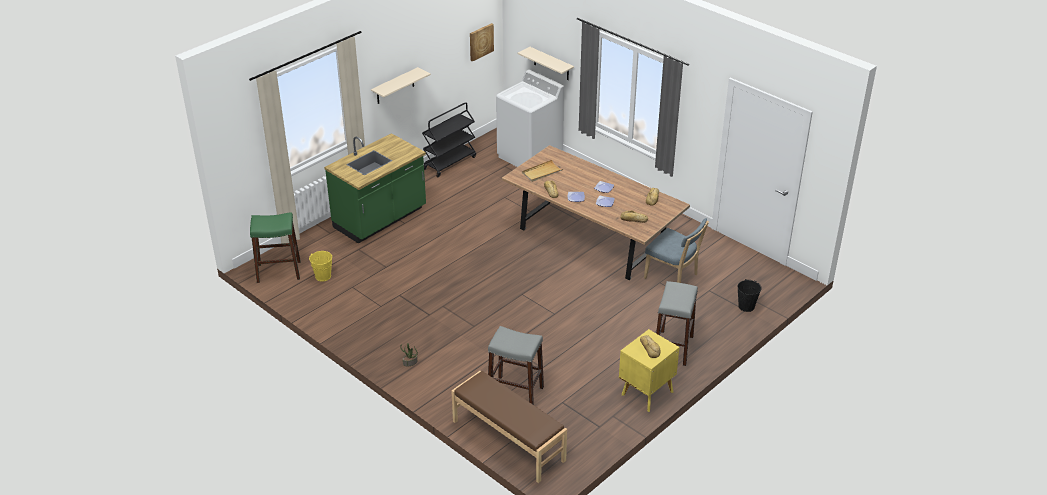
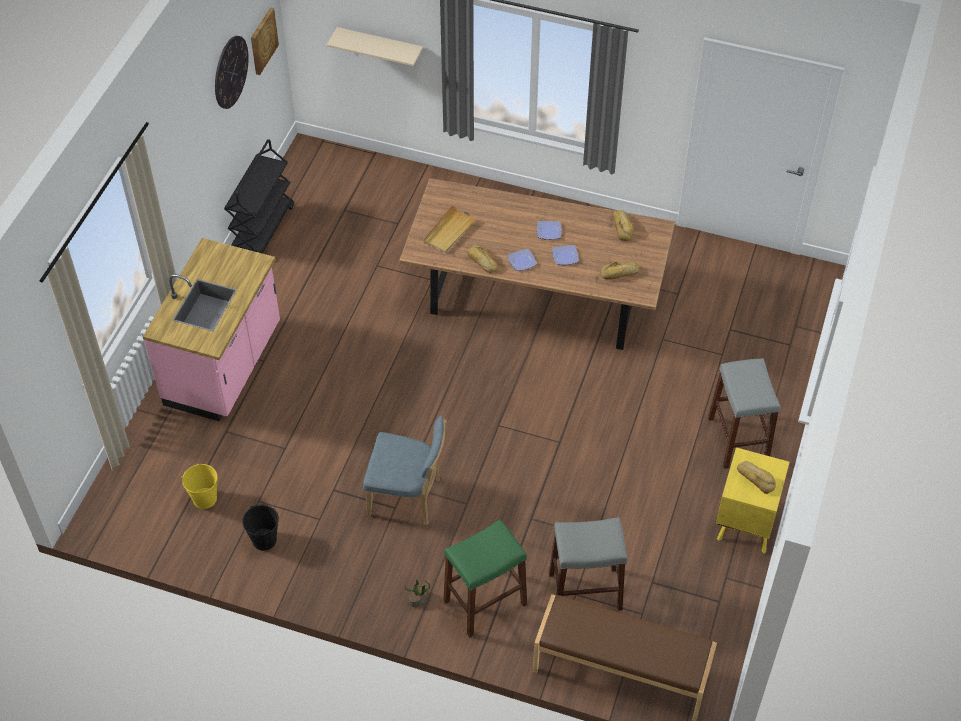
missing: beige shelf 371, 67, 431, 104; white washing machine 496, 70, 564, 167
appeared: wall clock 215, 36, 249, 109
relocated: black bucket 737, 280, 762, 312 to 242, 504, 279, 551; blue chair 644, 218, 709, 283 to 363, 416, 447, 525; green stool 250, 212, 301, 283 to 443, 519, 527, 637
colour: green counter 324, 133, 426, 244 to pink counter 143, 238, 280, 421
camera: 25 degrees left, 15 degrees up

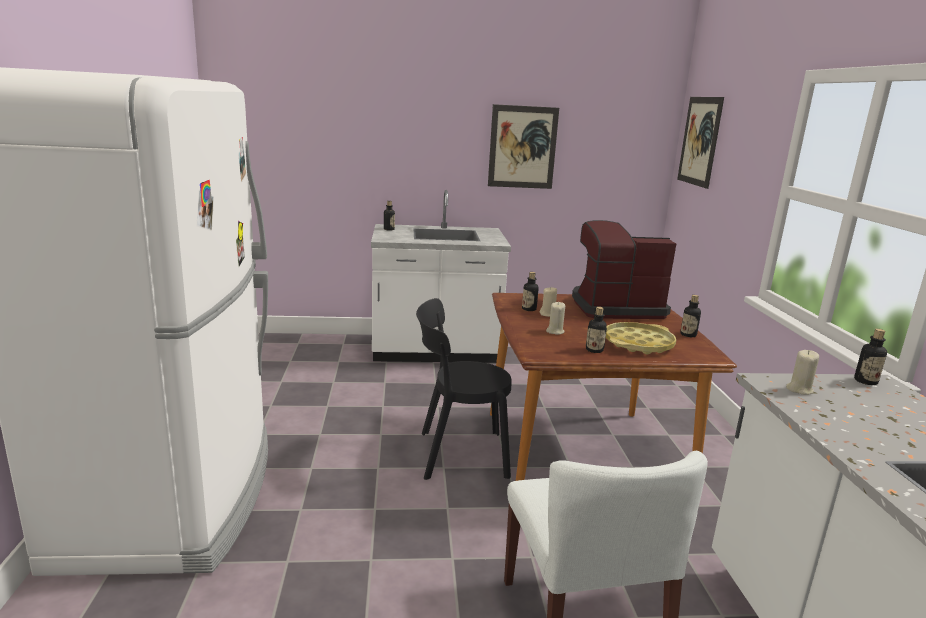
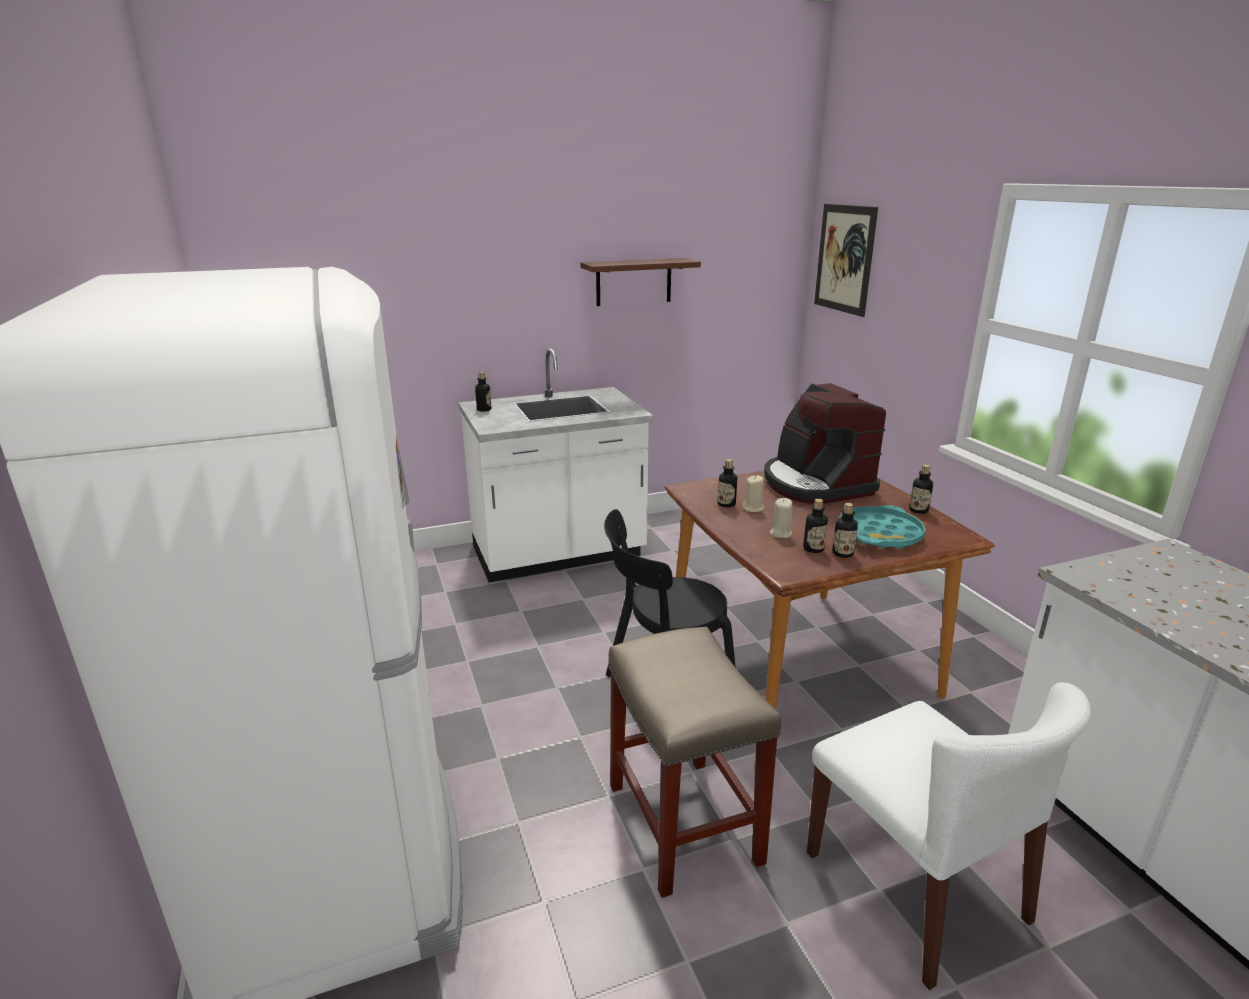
missing: beige candle 786, 350, 819, 395
appeared: beige stool 608, 627, 781, 898
relocated: bottle 854, 329, 887, 385 to 803, 499, 828, 553
exchanged: picture 488, 104, 559, 189 to brown shelf 581, 258, 701, 306
colour: yellow tray 606, 322, 677, 354 to turquoise tray 839, 505, 926, 549
spun: coffee machine 572, 220, 676, 319 = 764, 383, 886, 504 90 degrees counterclockwise
camera: 15 degrees left, 5 degrees up

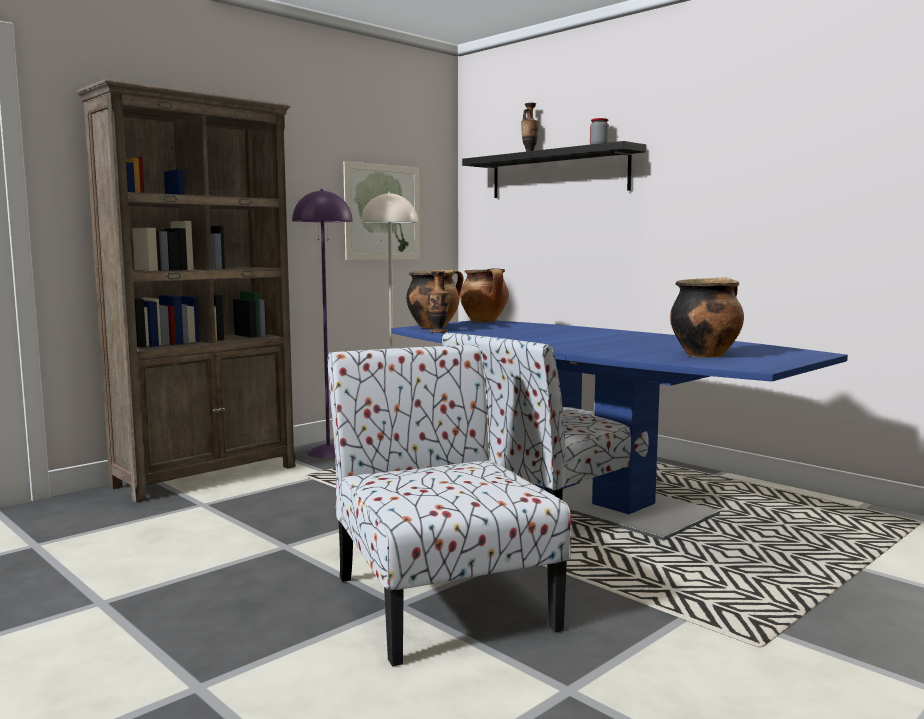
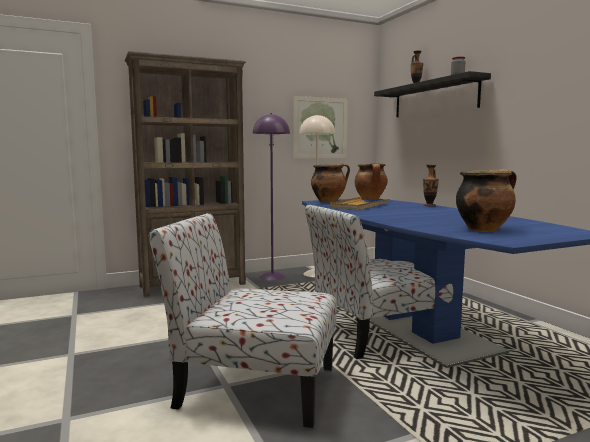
appeared: beige tray 330, 197, 390, 210
relocated: vase 427, 271, 449, 333 to 423, 164, 439, 206
spun: chair 328, 345, 572, 666 = 149, 213, 337, 428 75 degrees counterclockwise
camera: 20 degrees right, 0 degrees up

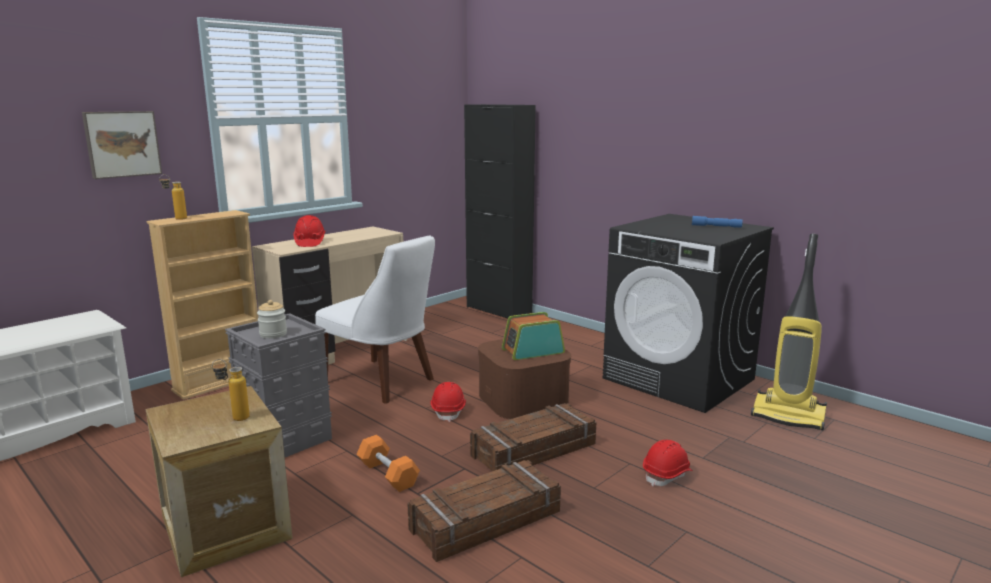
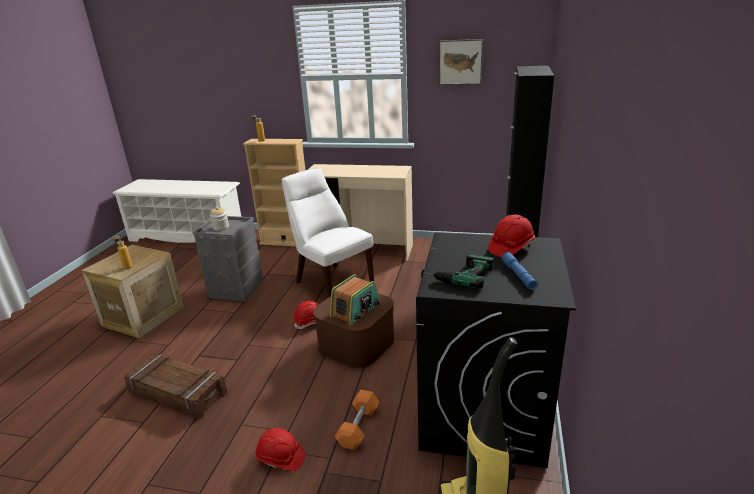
missing: crate 470, 403, 596, 471
appeared: power drill 423, 254, 493, 288
relocated: orange dumbbell 357, 435, 420, 492 to 335, 390, 379, 450; picture 82, 111, 162, 179 to 439, 39, 483, 85; red hard hat 293, 215, 325, 247 to 488, 215, 535, 257
spun: white chair 315, 236, 435, 404 = 282, 168, 374, 298 135 degrees clockwise; radio 502, 312, 565, 360 = 330, 274, 380, 325 90 degrees clockwise
camera: 60 degrees right, 10 degrees up

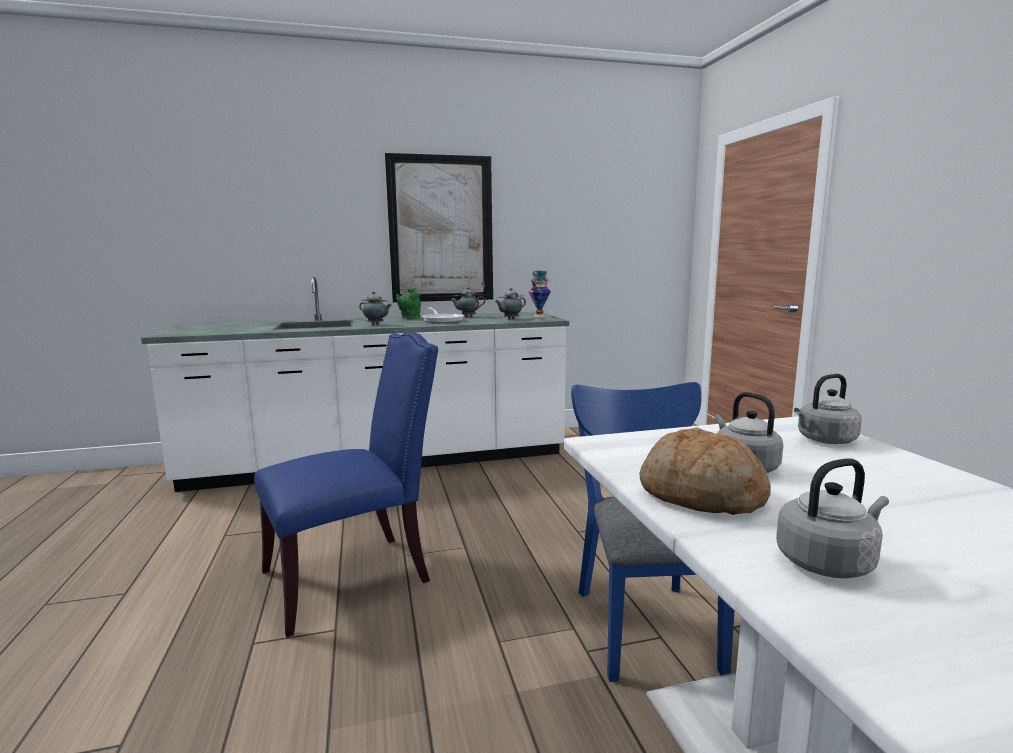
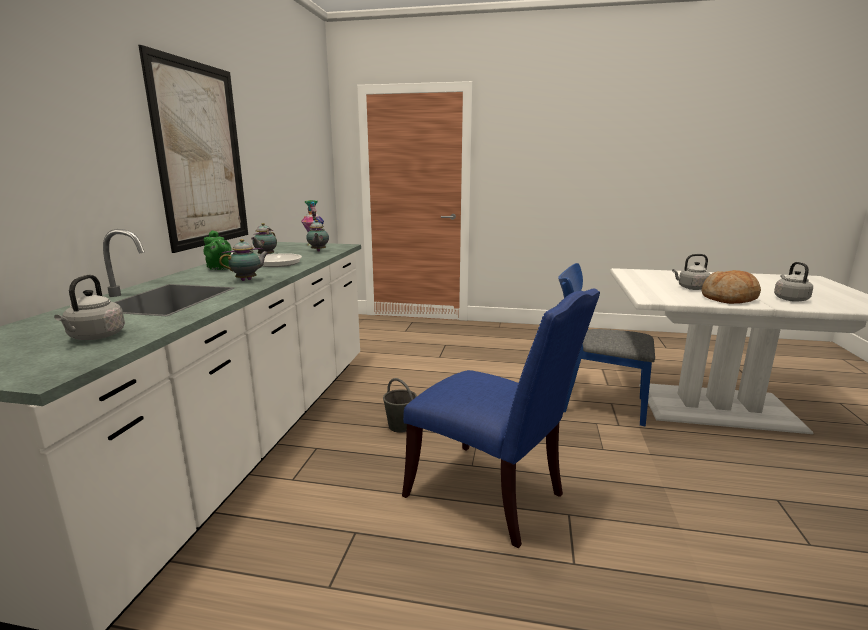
appeared: grey bucket 383, 378, 417, 433
relocated: grey kettle 794, 374, 862, 444 to 54, 275, 125, 340
spun: blue chair 254, 332, 438, 637 = 402, 289, 600, 548 135 degrees clockwise
camera: 65 degrees left, 5 degrees up

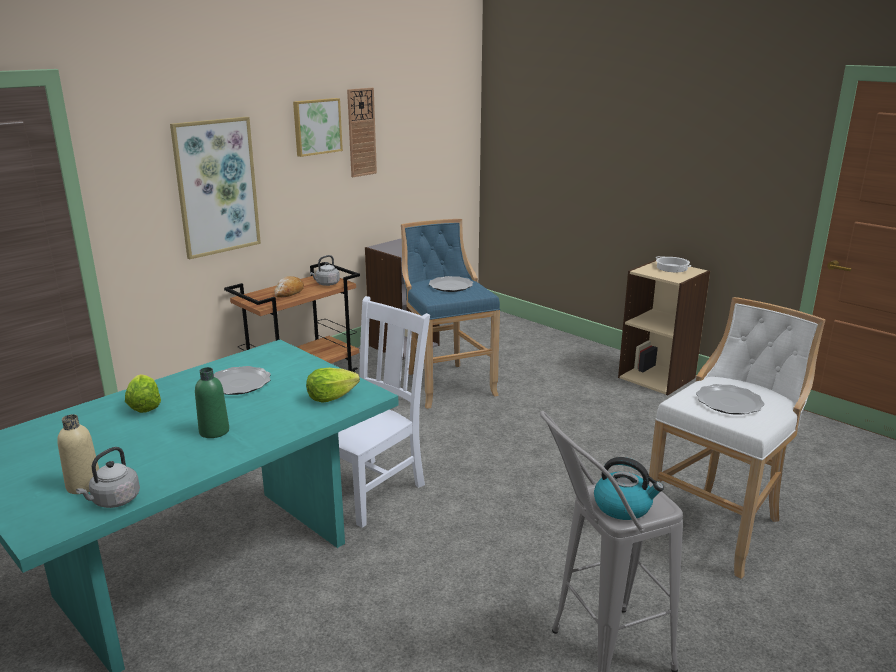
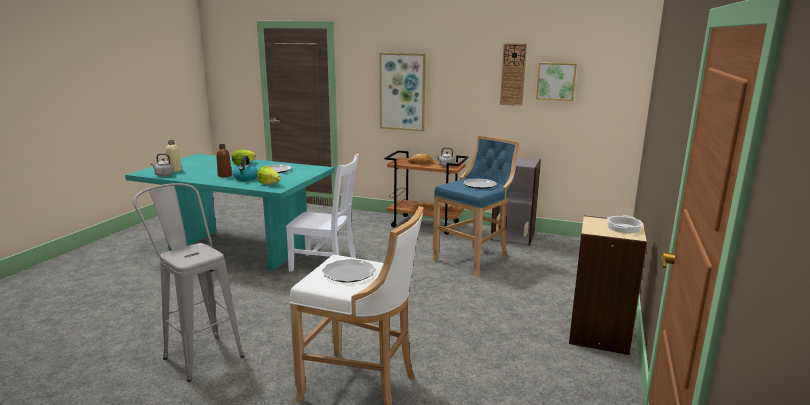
relocated: kettle 594, 457, 664, 520 to 233, 156, 258, 181; picture 293, 98, 343, 157 to 536, 63, 577, 101
colour: green bottle 195, 367, 229, 438 to brown bottle 216, 144, 232, 177
camera: 65 degrees right, 5 degrees down

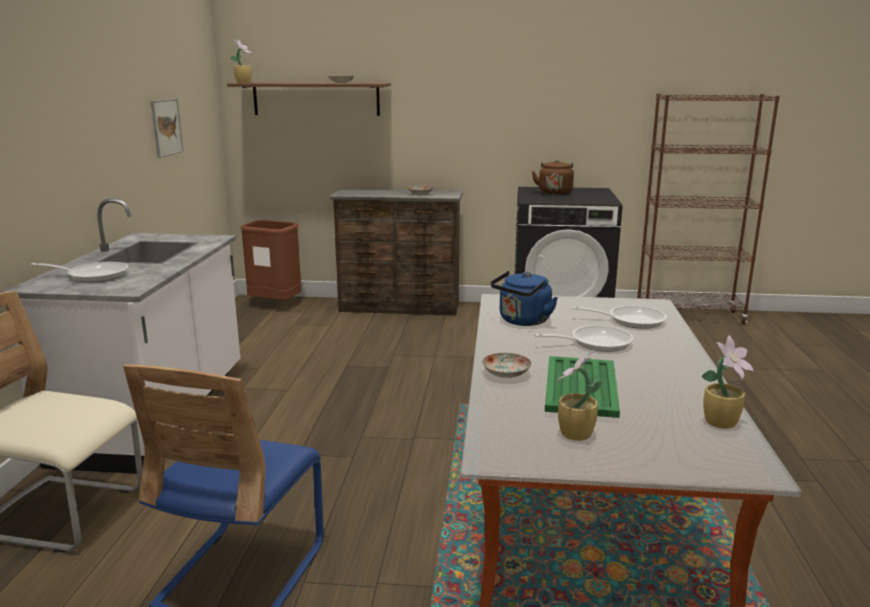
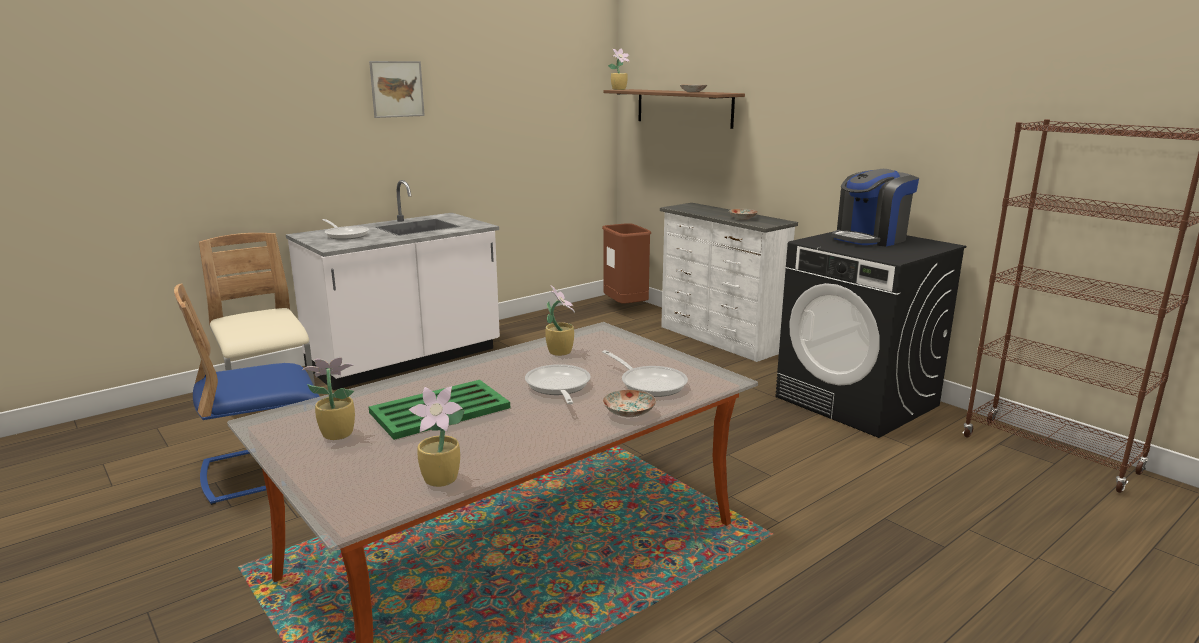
relocated: picture 151, 98, 184, 158 to 369, 61, 425, 118; plate 482, 353, 531, 378 to 603, 390, 656, 417
exchanged: blue kettle 491, 271, 558, 326 to potted plant 545, 285, 575, 356; brown kettle 532, 160, 574, 195 to coffee machine 832, 169, 919, 247
colour: brown dresser 330, 189, 463, 316 to white dresser 660, 203, 798, 362
spun: frying pan 535, 325, 633, 352 = 525, 364, 591, 404 135 degrees counterclockwise
camera: 45 degrees right, 0 degrees up

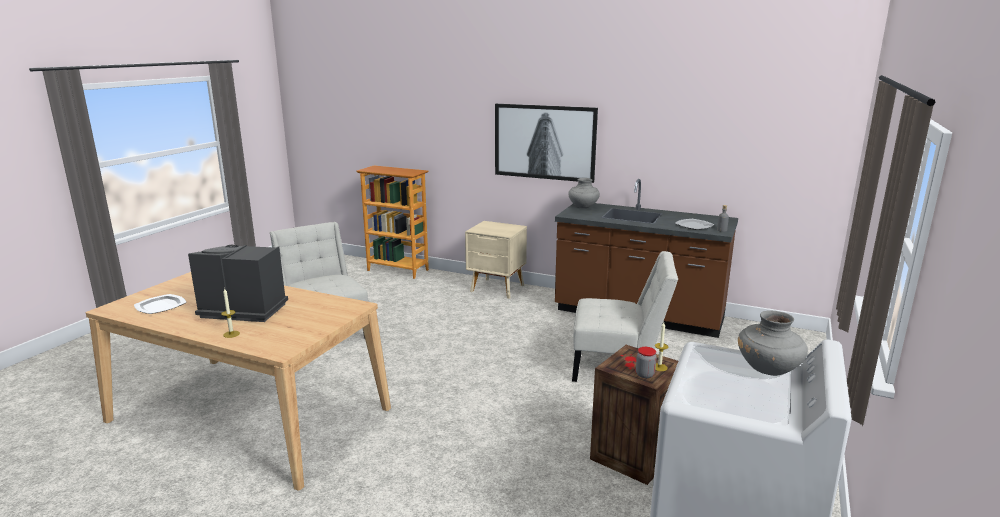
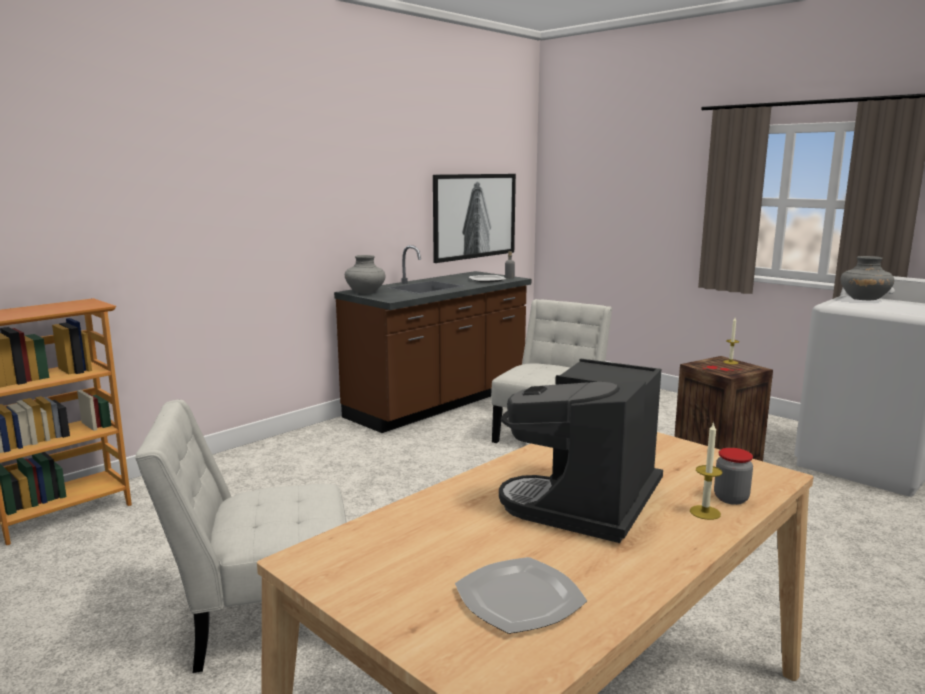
missing: beige nightstand 465, 221, 527, 299
relocated: picture 495, 104, 598, 183 to 433, 174, 516, 263; jar 636, 347, 656, 378 to 714, 448, 753, 505
camera: 70 degrees left, 5 degrees down

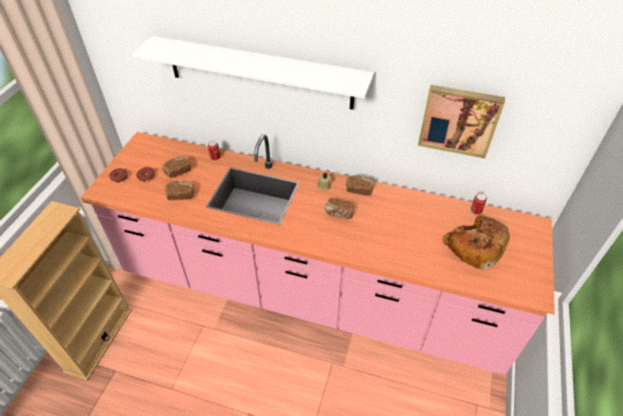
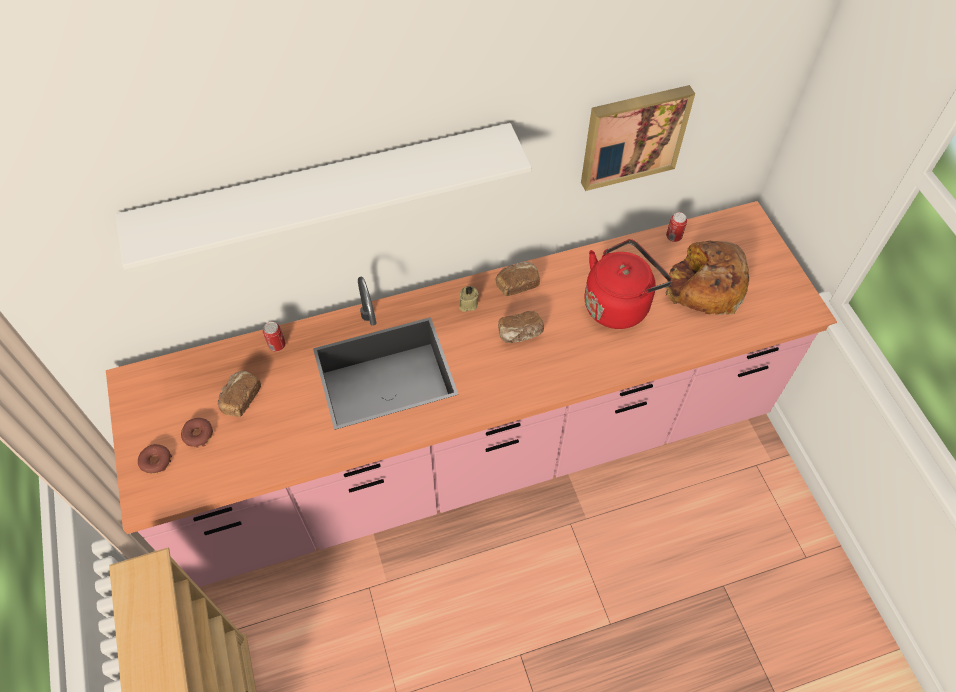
missing: bread 165, 181, 194, 200
appeared: red kettle 584, 239, 672, 329
camera: 35 degrees left, 10 degrees up

